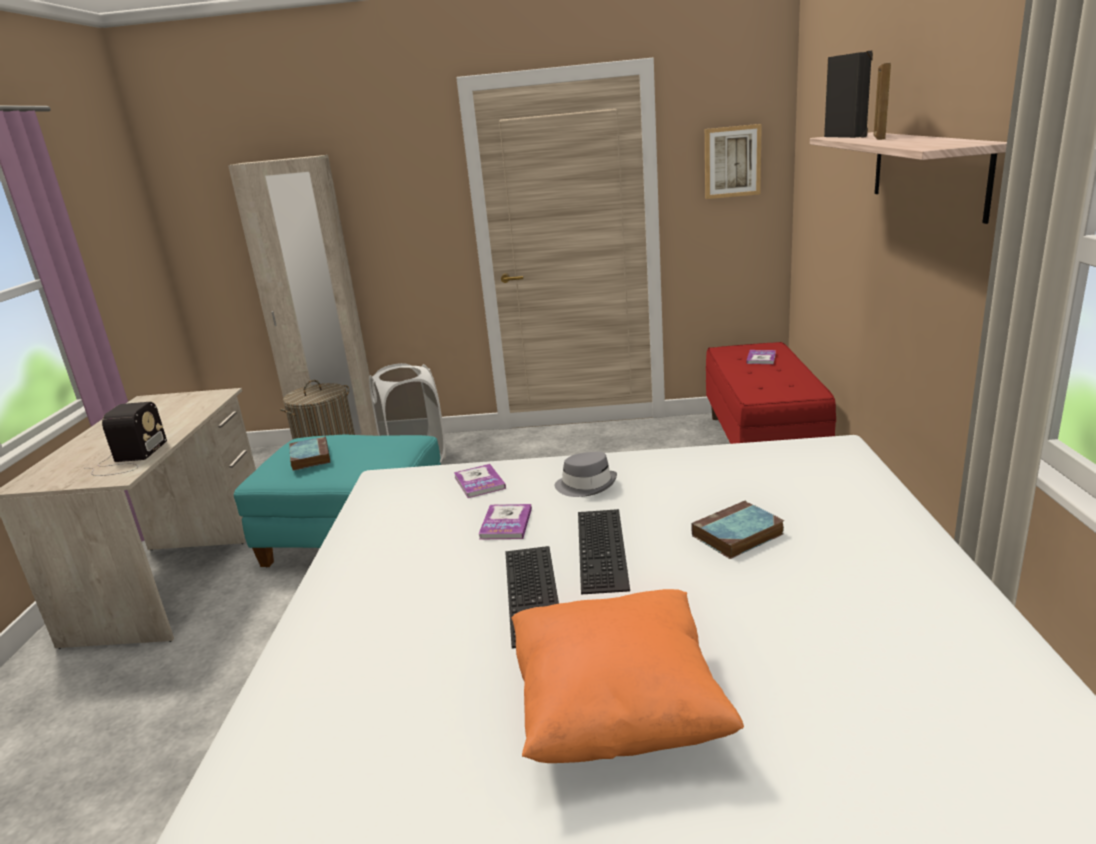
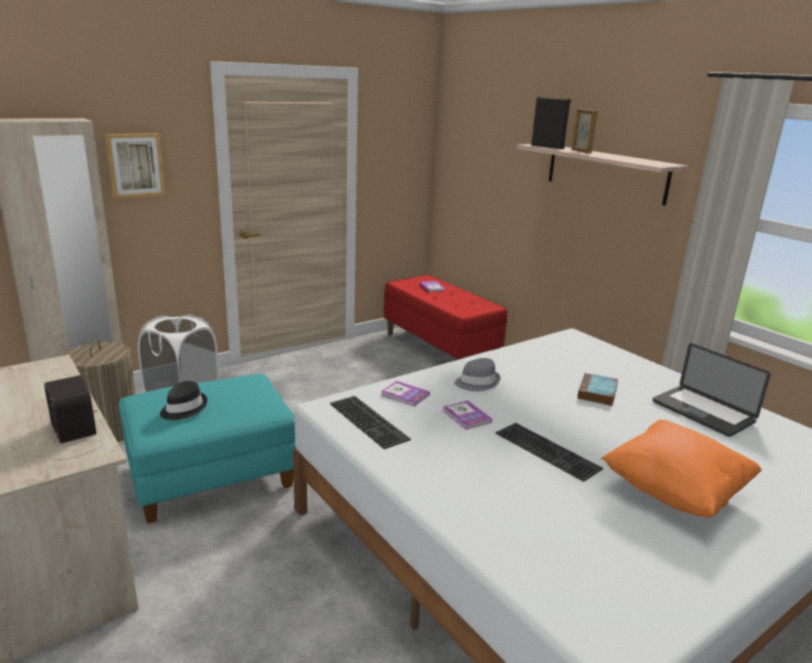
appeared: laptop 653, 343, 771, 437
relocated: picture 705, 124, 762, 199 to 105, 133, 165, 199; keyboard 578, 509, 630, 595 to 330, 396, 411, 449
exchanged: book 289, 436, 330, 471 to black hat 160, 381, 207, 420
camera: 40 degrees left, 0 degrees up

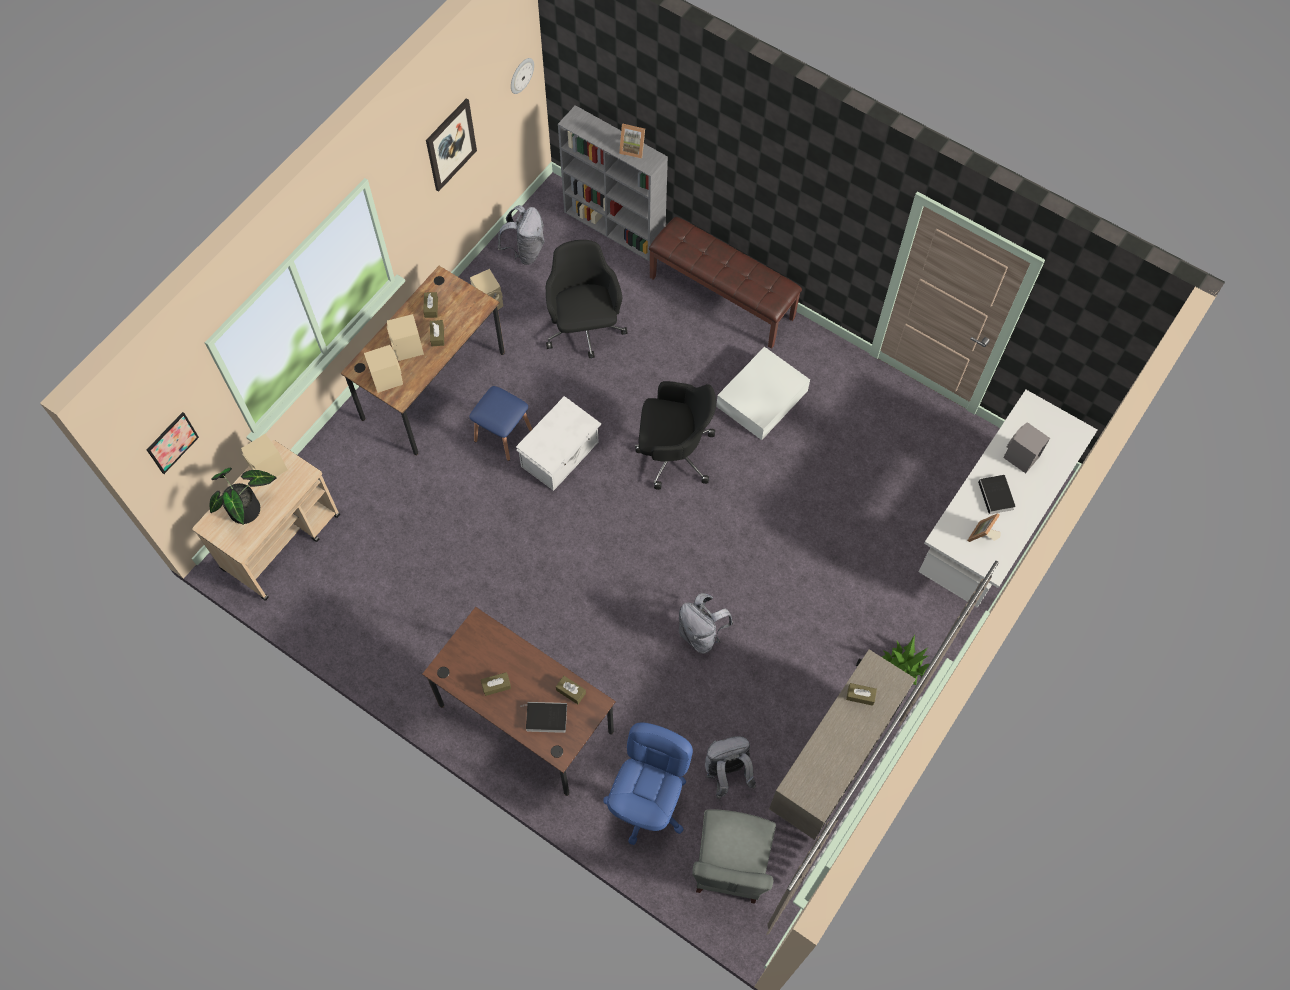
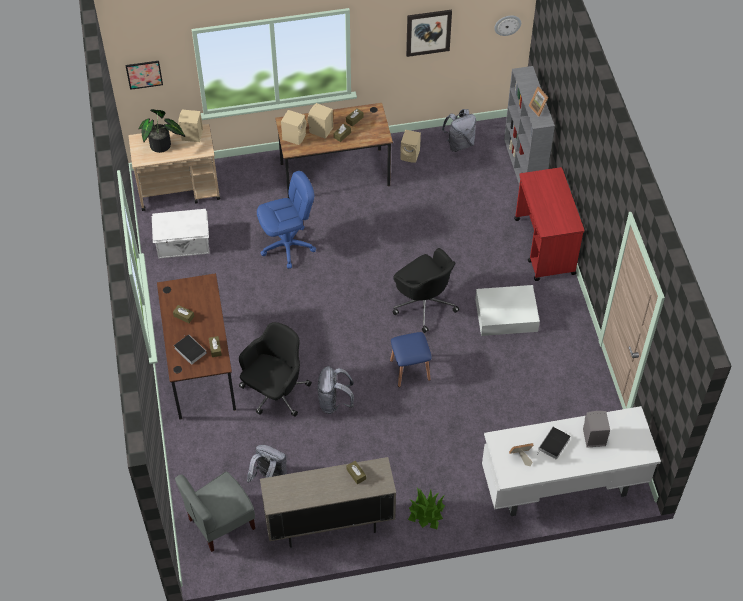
relocated: white storage box 516, 396, 601, 491 to 152, 209, 210, 259; black office chair 546, 240, 627, 358 to 239, 322, 312, 417; blue office chair 604, 722, 693, 845 to 257, 171, 316, 269; blue stool 469, 386, 532, 461 to 390, 332, 432, 387
exchanged: brown bench 649, 217, 802, 349 to red cart 514, 167, 584, 281
camera: 45 degrees right, 10 degrees down

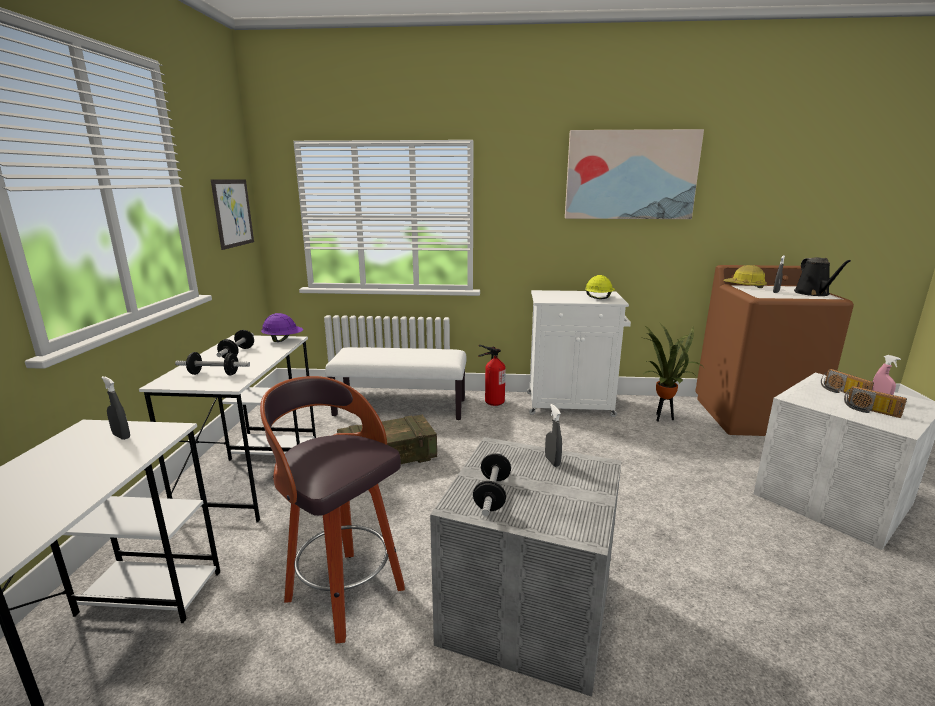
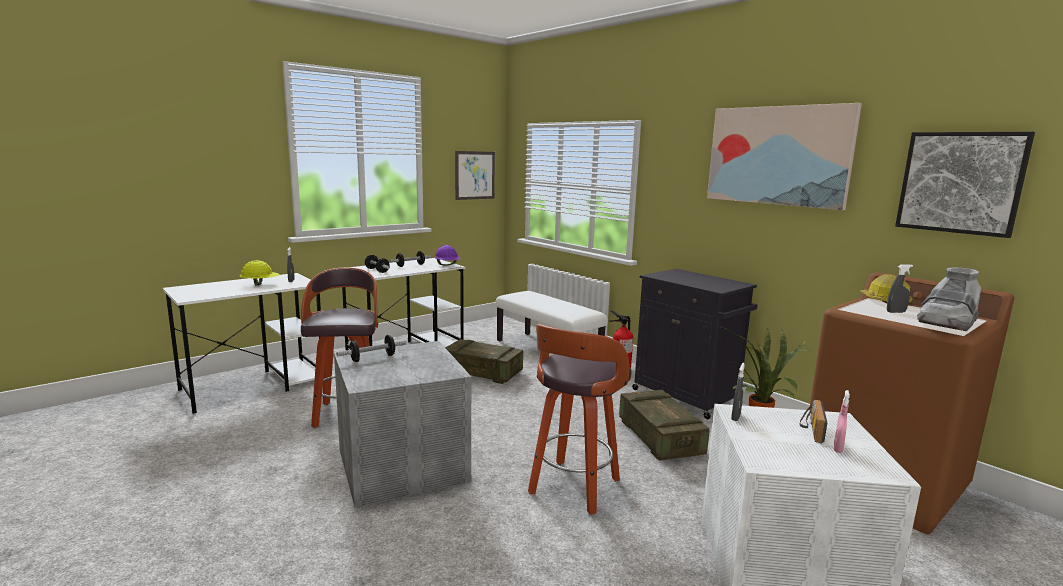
missing: radio 844, 386, 907, 418
appeared: stool 528, 324, 632, 515; crate 619, 390, 710, 461; picture 895, 132, 1035, 238
relocated: yellow hard hat 585, 275, 615, 299 to 240, 260, 280, 285; grey spray bottle 545, 404, 562, 467 to 731, 363, 745, 421
exchanged: black watering can 794, 257, 851, 296 to grey boot 917, 267, 981, 331
colour: white cabinet 527, 290, 631, 417 to black cabinet 632, 269, 758, 419
camera: 45 degrees right, 5 degrees down

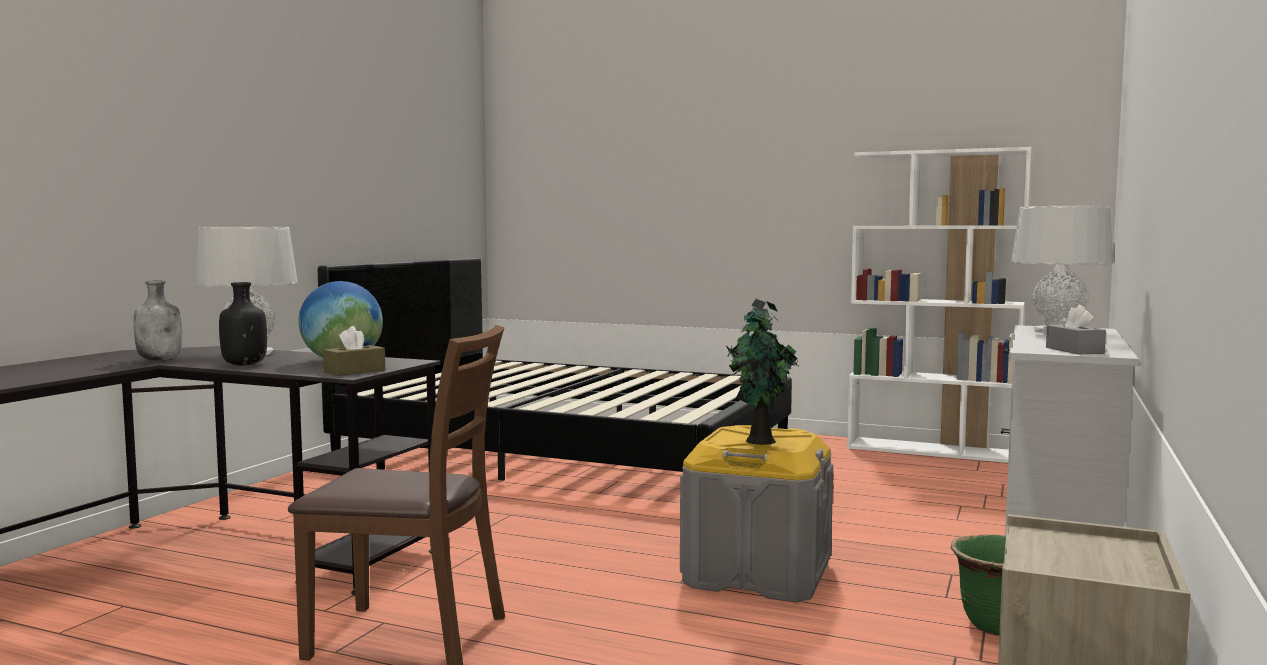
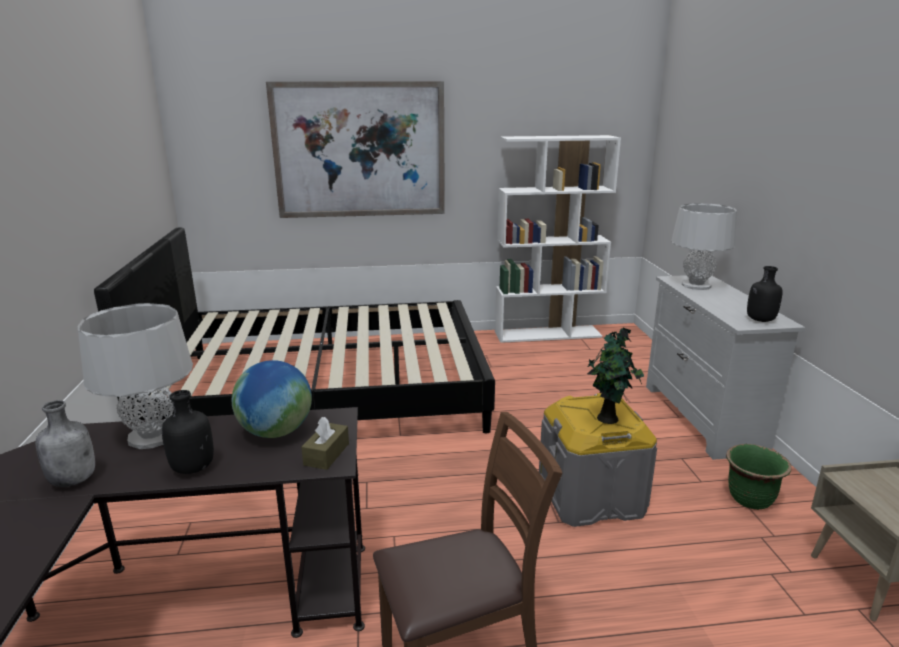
appeared: picture 266, 81, 445, 218
exchanged: grey tissue box 1046, 305, 1106, 354 to black bottle 747, 266, 783, 322
camera: 30 degrees left, 15 degrees up

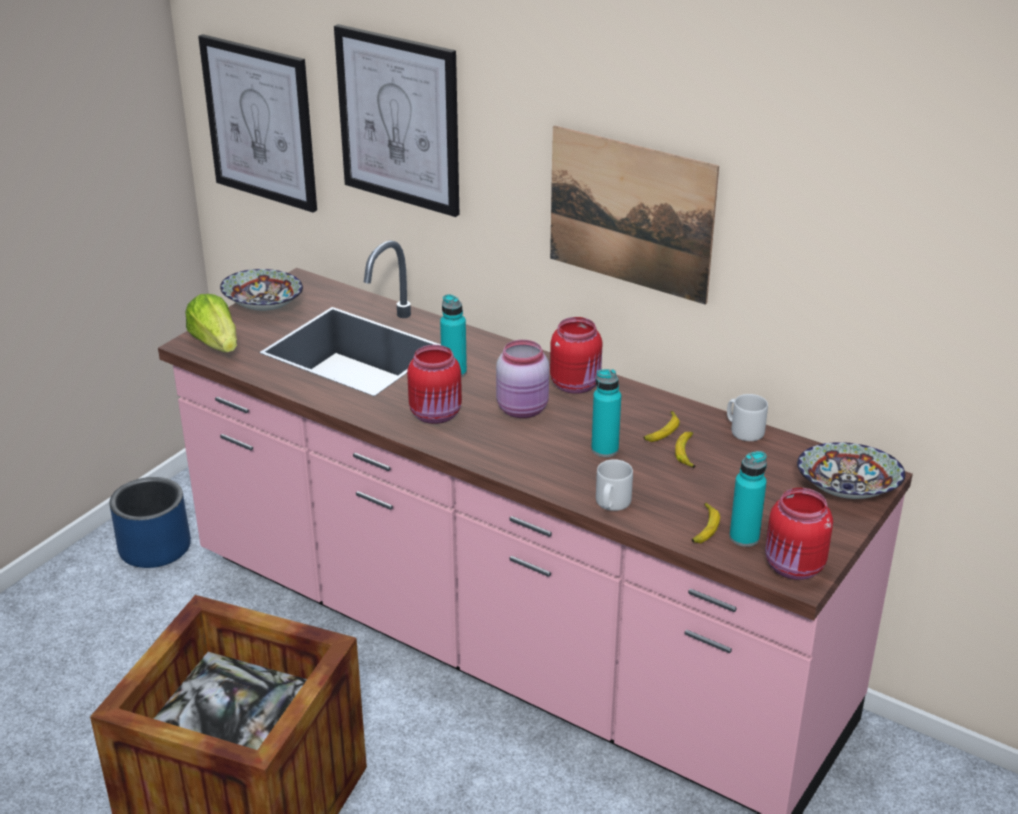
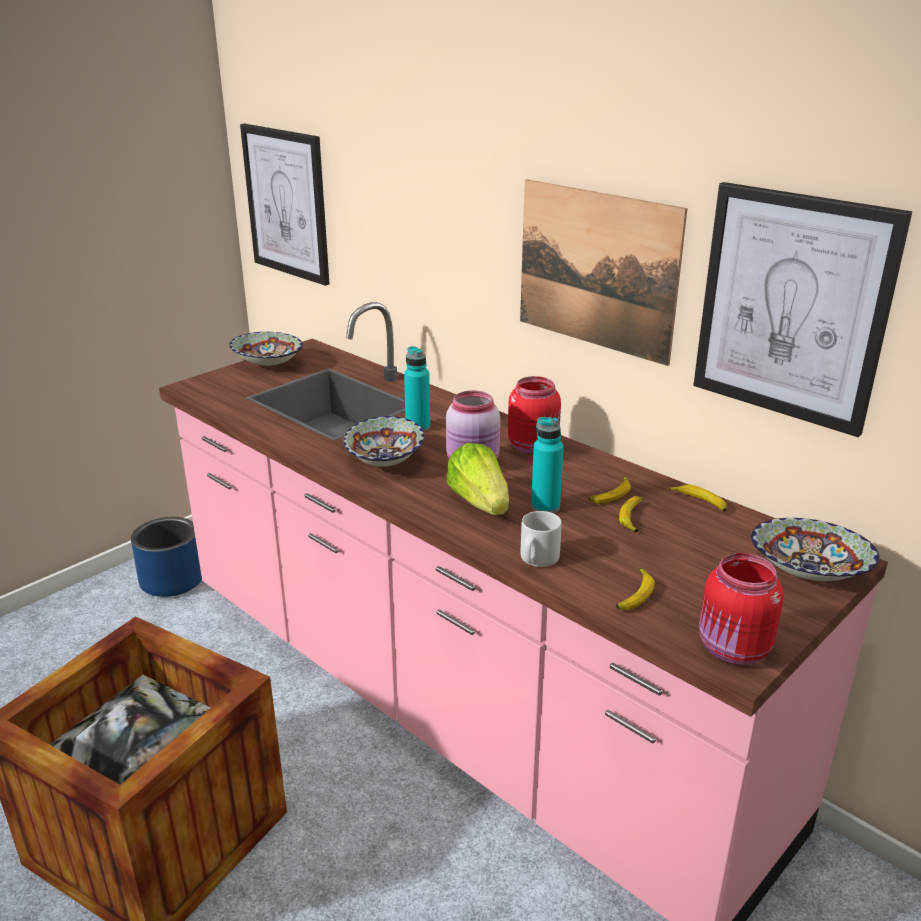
missing: turquoise bottle 729, 451, 767, 547
relocated: lettuce 185, 294, 237, 352 to 447, 443, 509, 515; picture 334, 24, 459, 217 to 694, 182, 912, 437
exchanged: red jar 407, 345, 462, 424 to bowl 344, 416, 424, 467; grey mug 727, 394, 768, 441 to banana 670, 484, 727, 511
camera: 10 degrees right, 5 degrees down

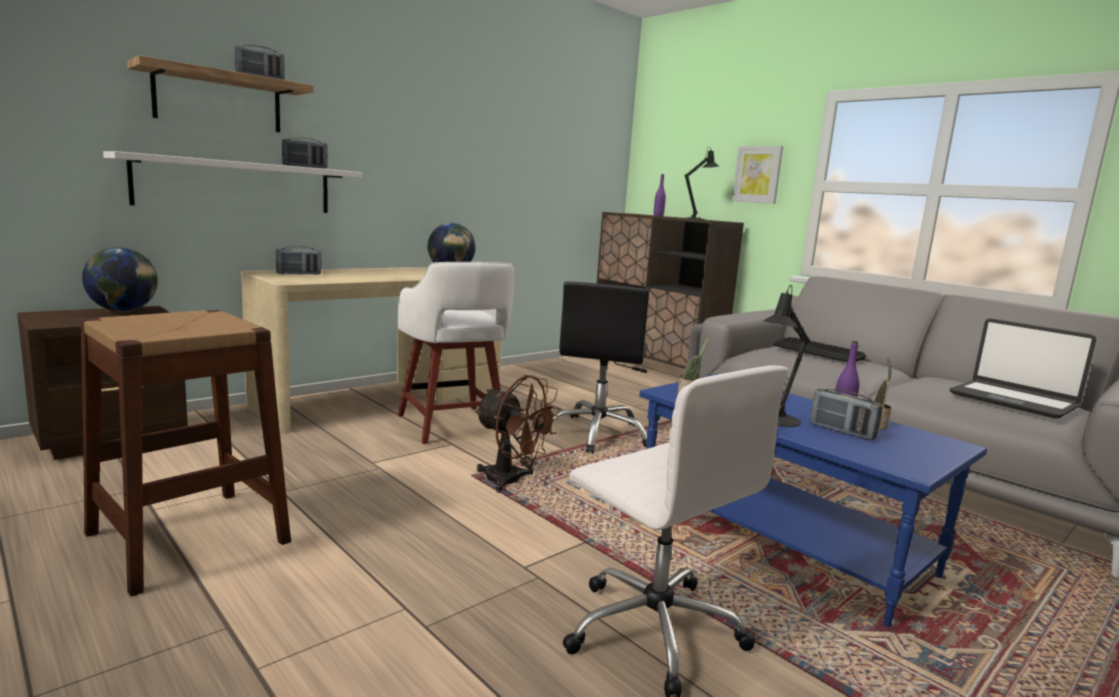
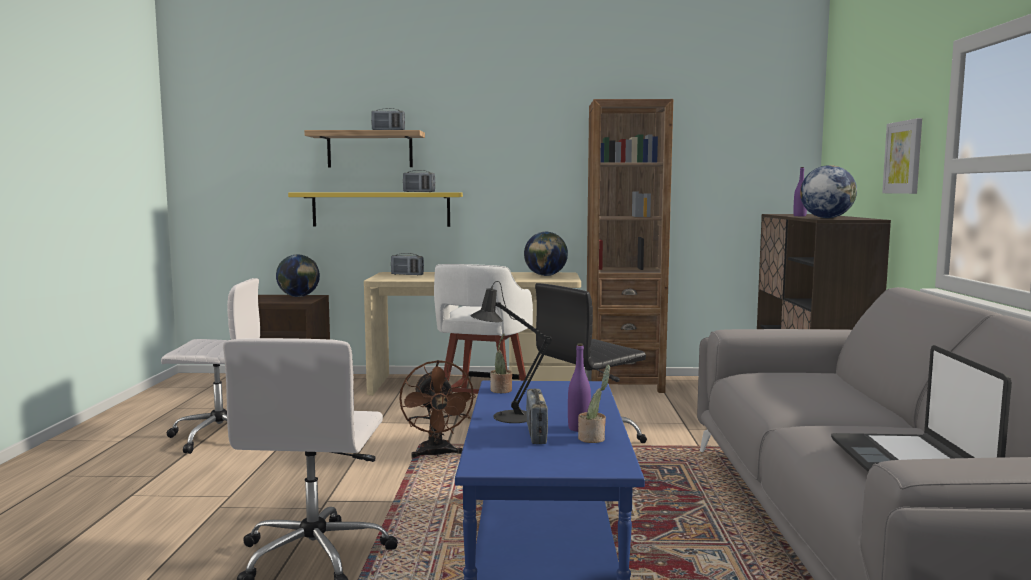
missing: keyboard 774, 337, 866, 362
appeared: brown bookcase 587, 99, 673, 393
exchanged: brown stool 80, 310, 291, 597 to white office chair 161, 278, 260, 454; black table lamp 684, 146, 719, 220 to globe 800, 165, 857, 218
colour: white shelf 103, 151, 362, 213 to yellow shelf 288, 192, 463, 227
camera: 45 degrees right, 5 degrees down

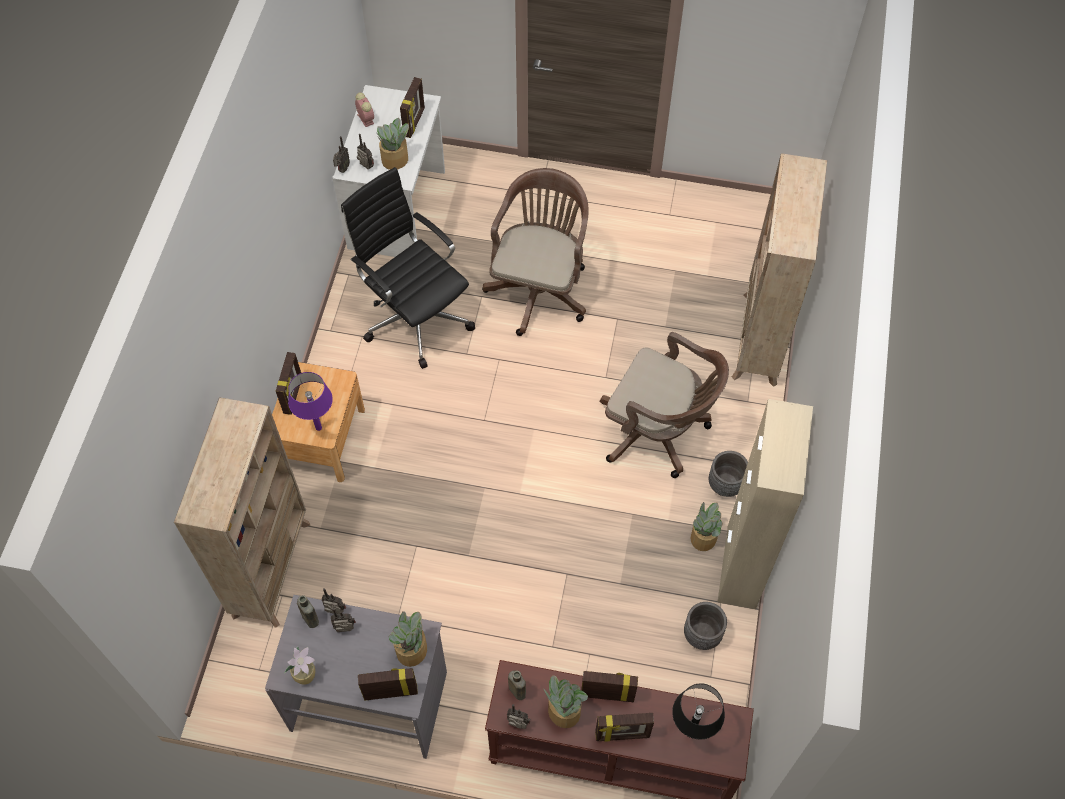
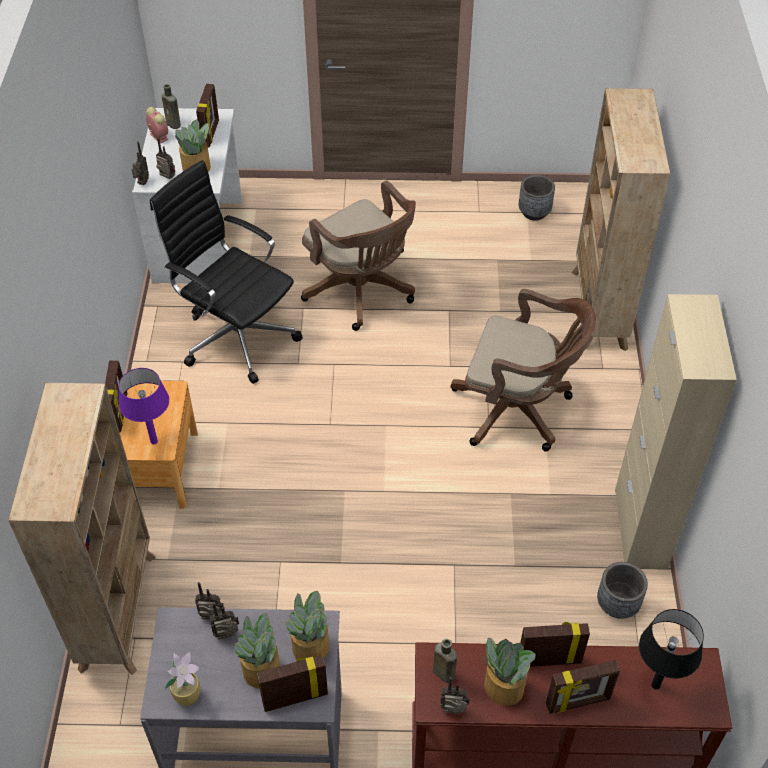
relocated: brown bottle 297, 595, 319, 628 to 162, 84, 181, 129; potted plant 691, 502, 723, 551 to 234, 613, 280, 688; grey planter 709, 451, 748, 497 to 519, 175, 555, 221
spun: brown office chair 482, 168, 588, 336 = 301, 180, 416, 331 135 degrees clockwise
camera: 10 degrees left, 10 degrees down

